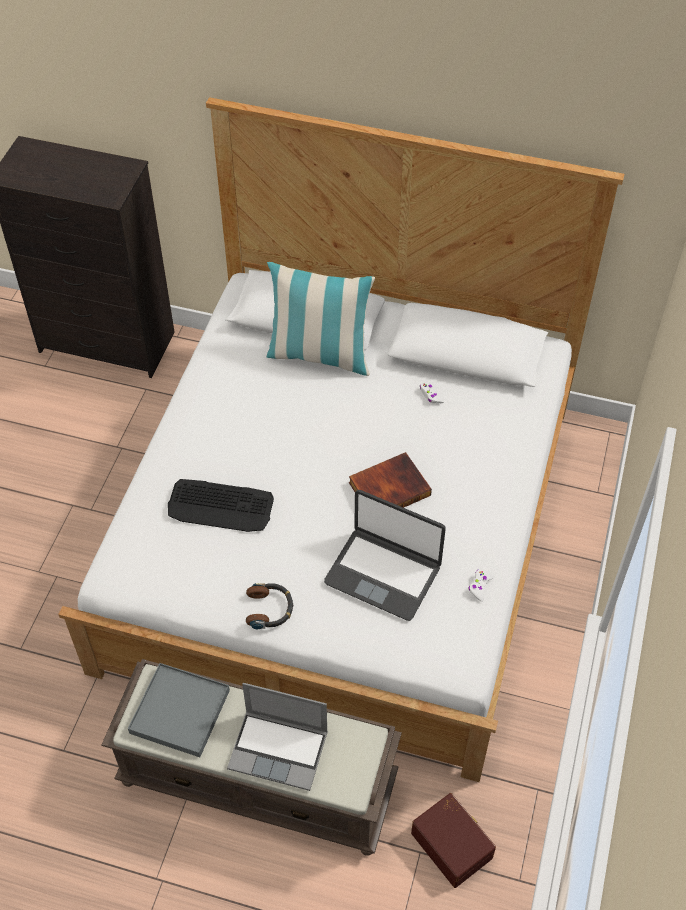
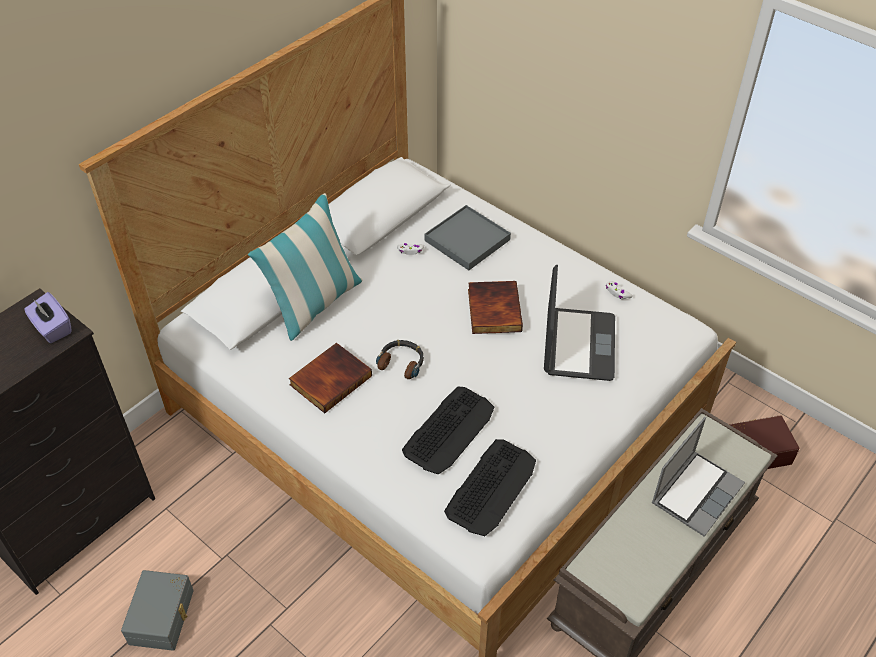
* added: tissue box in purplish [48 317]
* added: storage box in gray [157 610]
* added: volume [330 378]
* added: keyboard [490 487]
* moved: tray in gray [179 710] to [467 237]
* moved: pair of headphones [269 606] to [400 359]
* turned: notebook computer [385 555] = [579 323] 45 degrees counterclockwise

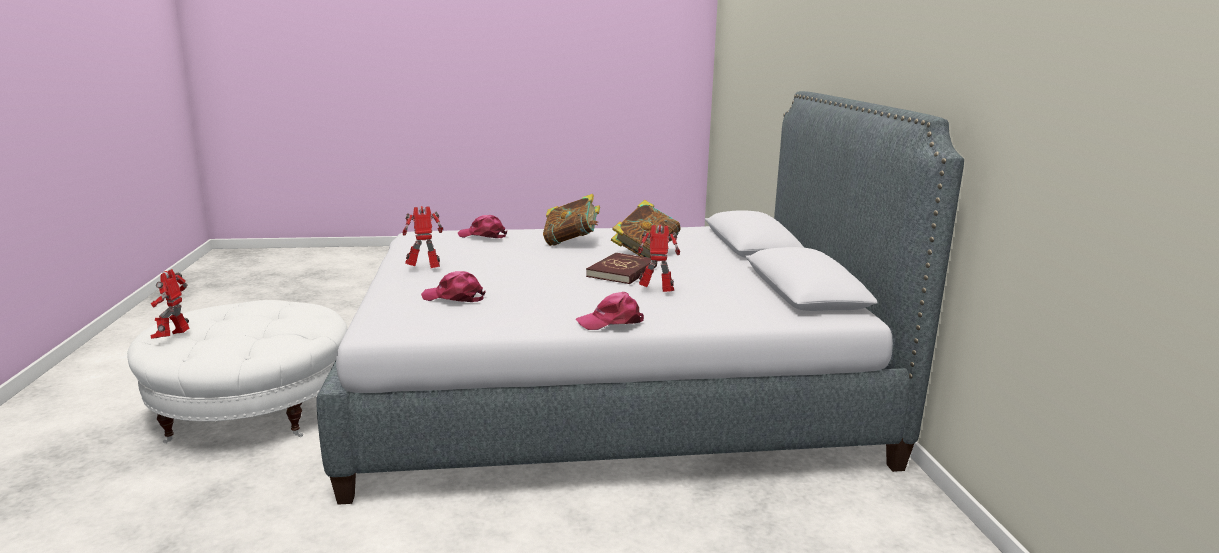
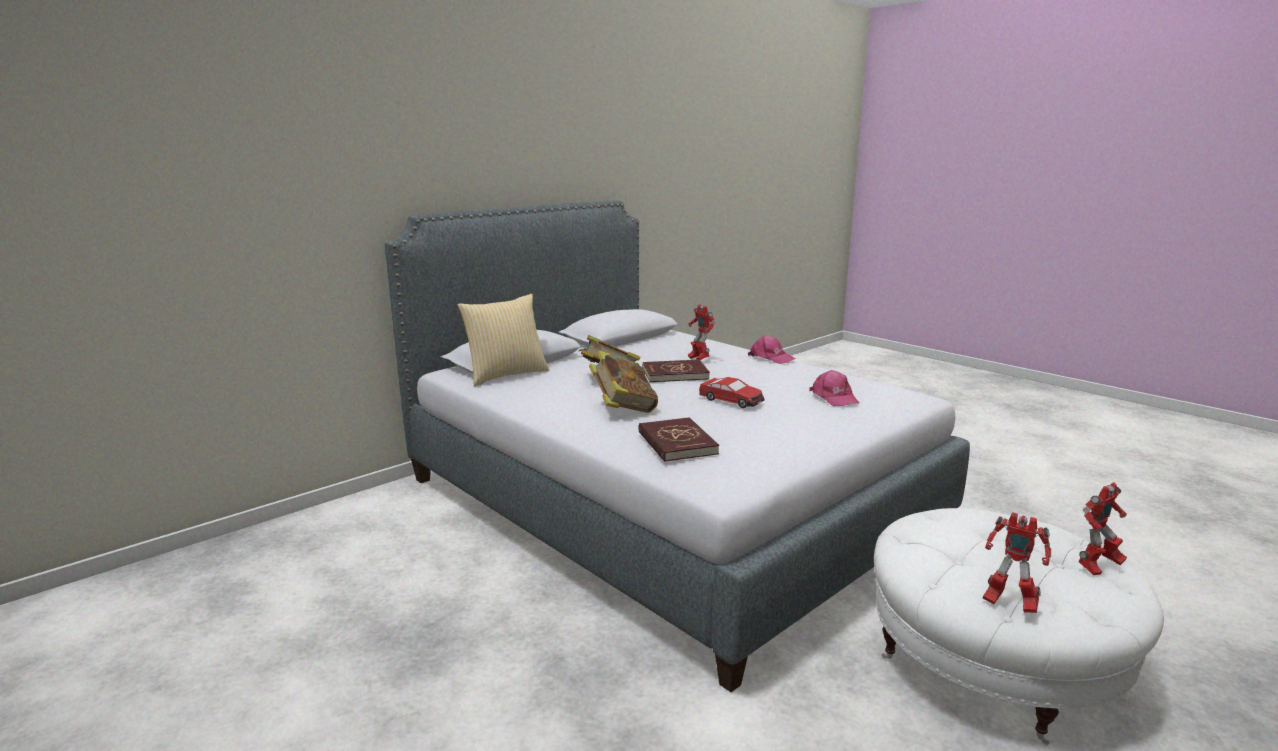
* added: cushion [503 340]
* added: miniature car [731 392]
* moved: robot figure [423 237] to [1017 562]
* replaced: baseball cap in pink [482 226] to volume in red-coloured [678 439]

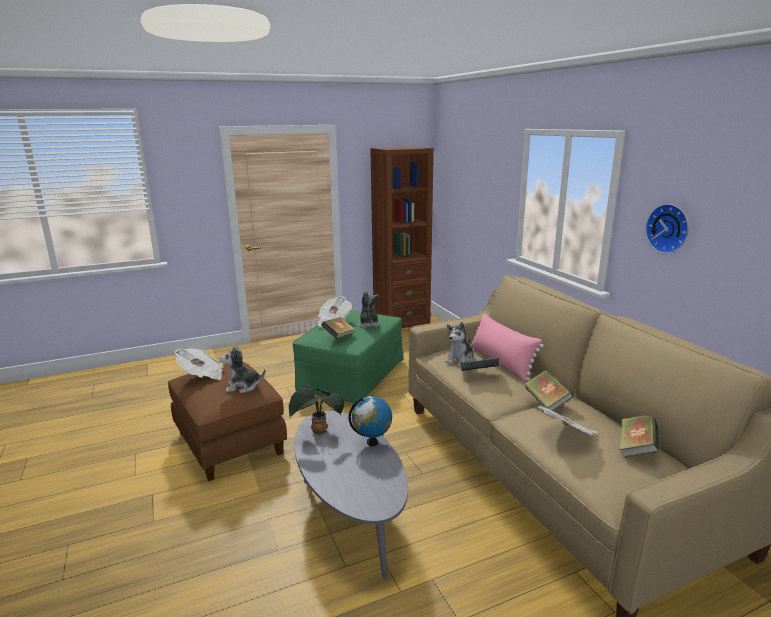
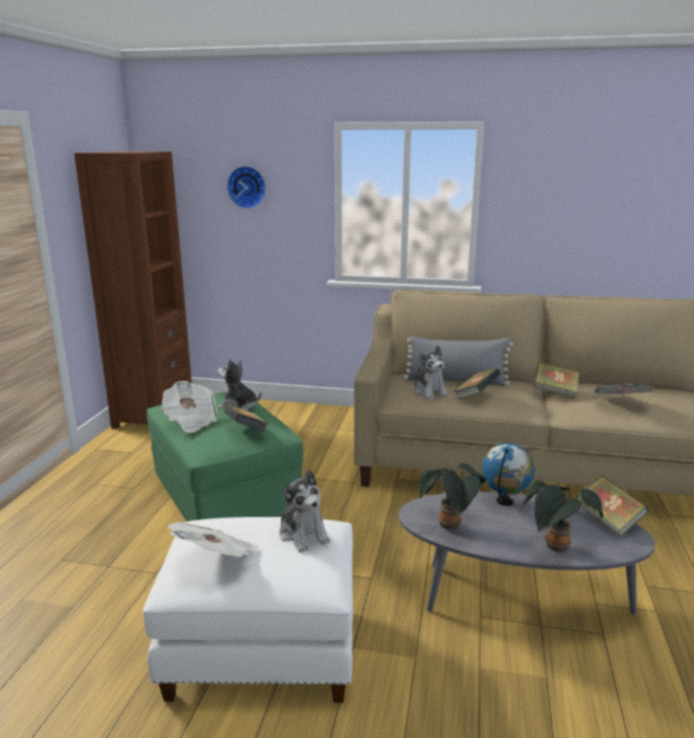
* added: potted plant [563 516]
* moved: volume [639 436] to [613 506]
* moved: hanging clock [667 229] to [246 187]
* recoloured: footrest in brownish [227 421] to footrest in white [248 610]
* recoloured: cushion in pink [507 347] to cushion in gray [458 360]
* turned: soft toy [242 369] = [305 511] 60 degrees counterclockwise

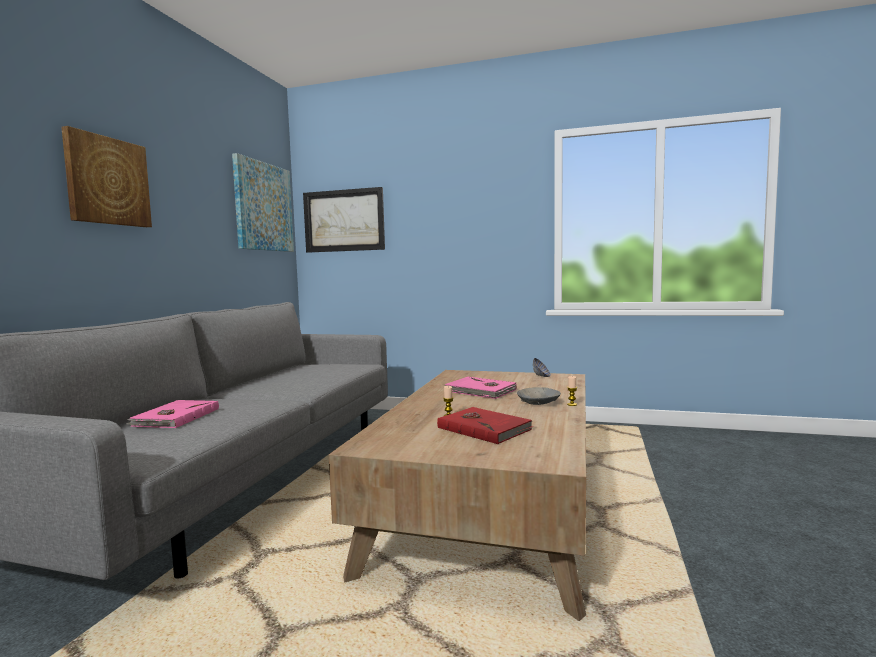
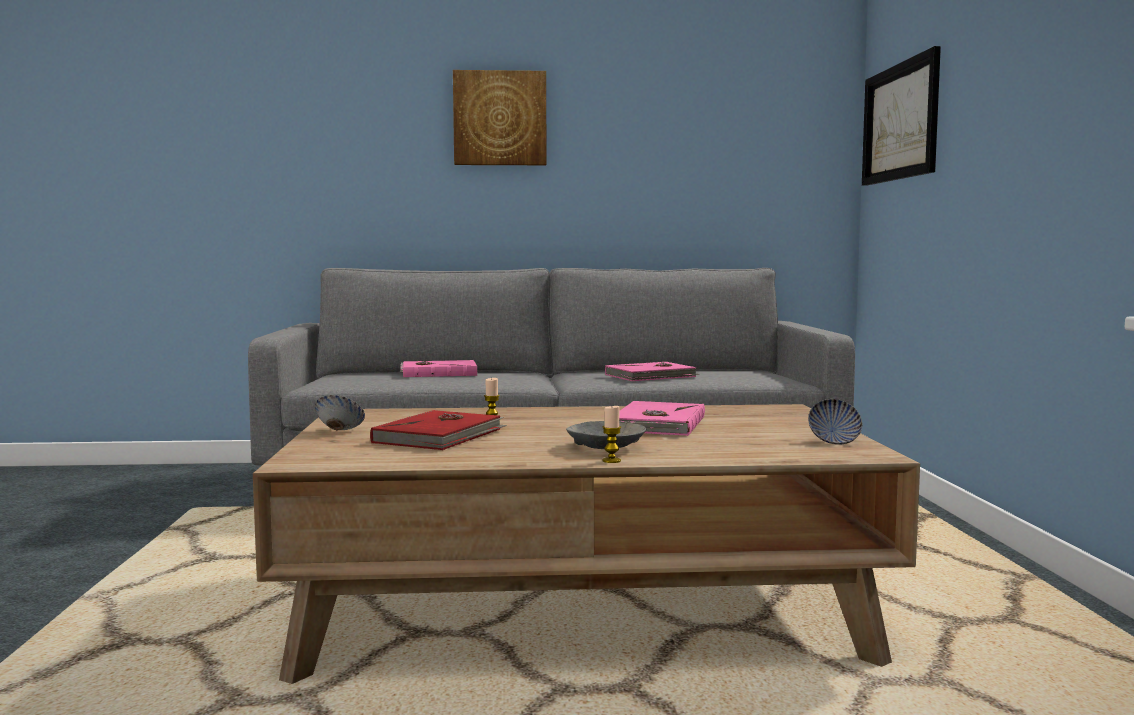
* removed: picture [263 202]
* added: bowl [340 412]
* added: volume in pink [652 371]

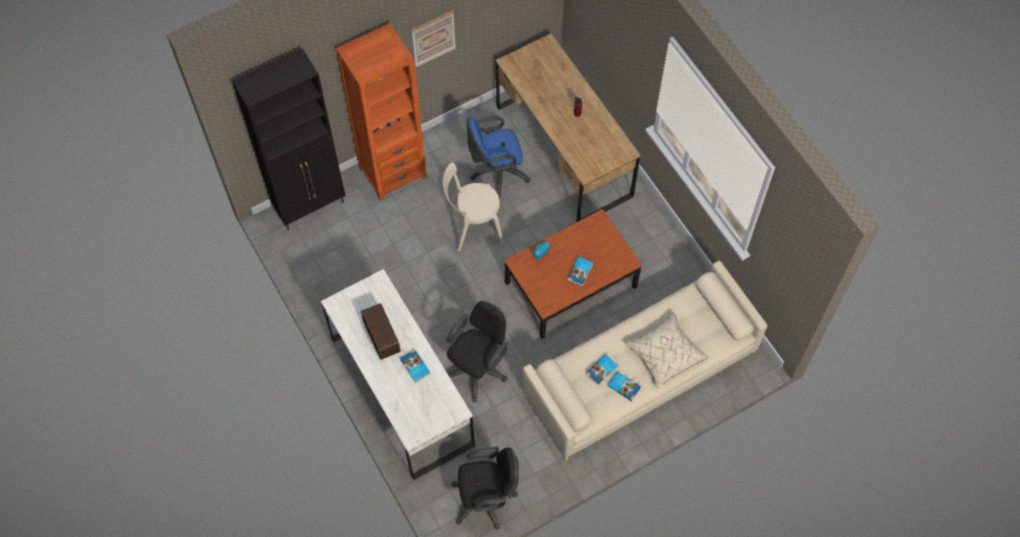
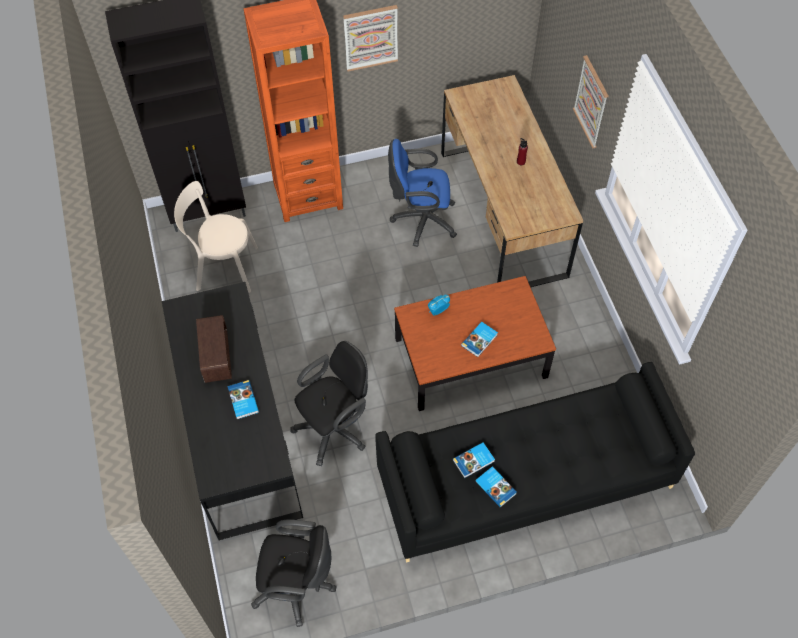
* removed: cushion in beige [667 351]
* added: picture [591 101]
* moved: plain chair in beige [473 207] to [216 237]
* recoloured: desk unit in white [398 374] to desk unit in black-coloured [232 411]
* recoloured: couch in beige [644 360] to couch in black-coloured [535 462]

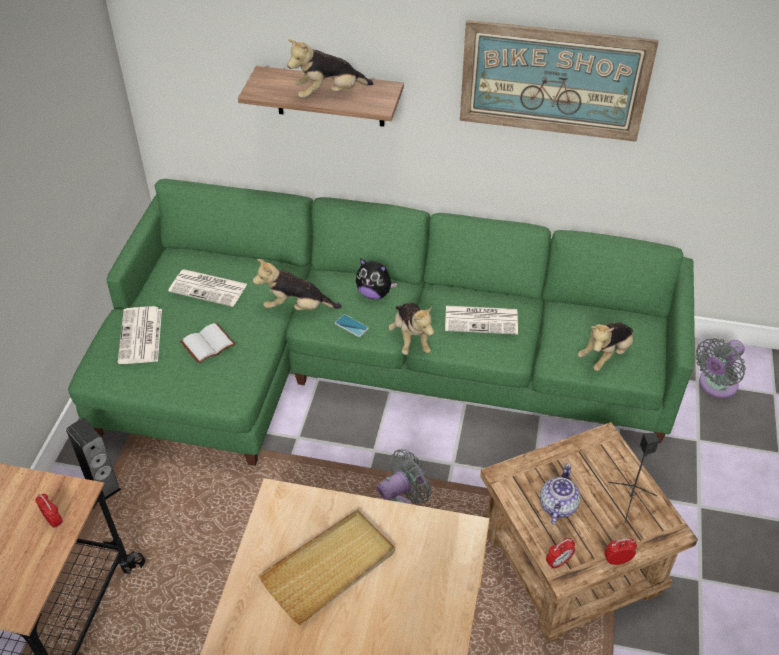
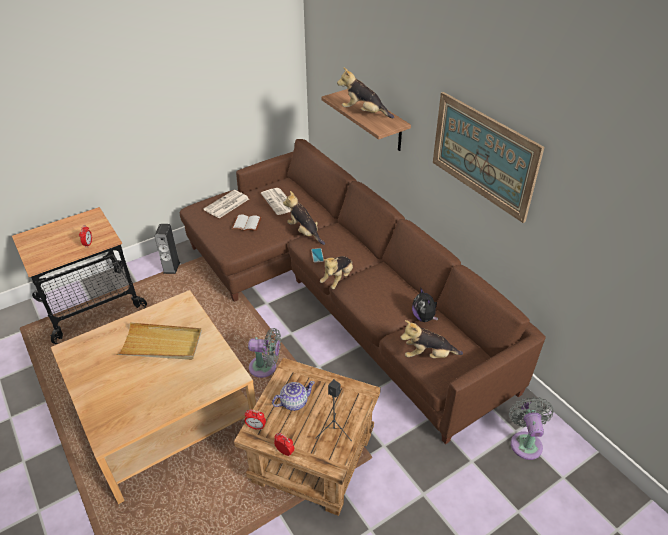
* removed: newspaper [481 320]
* moved: soft toy [377 278] to [425 304]
* recoloured: couch in green [381 322] to couch in brownish [363 291]
* turned: fan in gray [720 368] = [531 428] 90 degrees clockwise

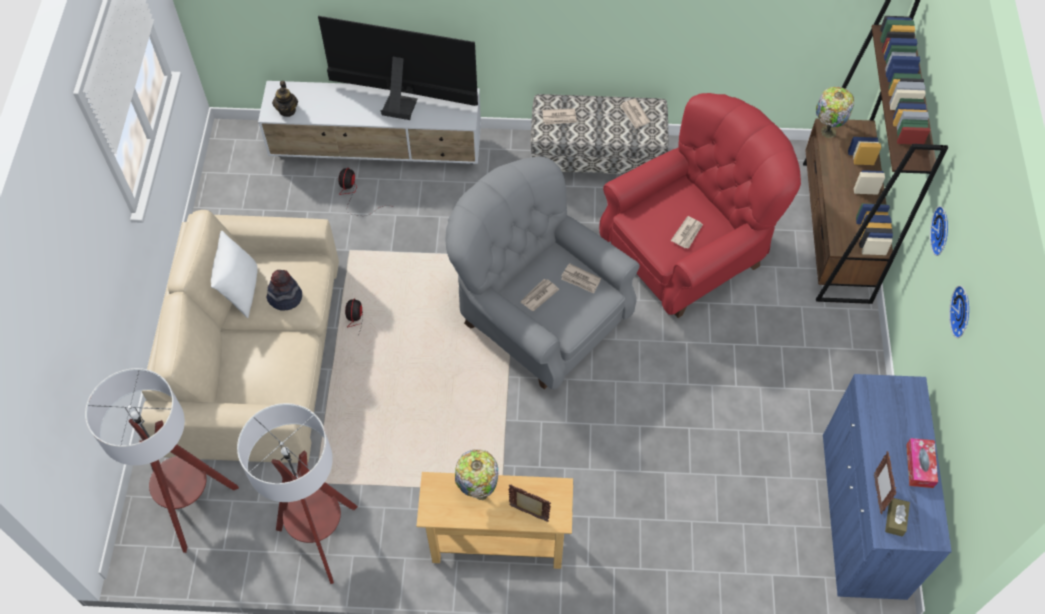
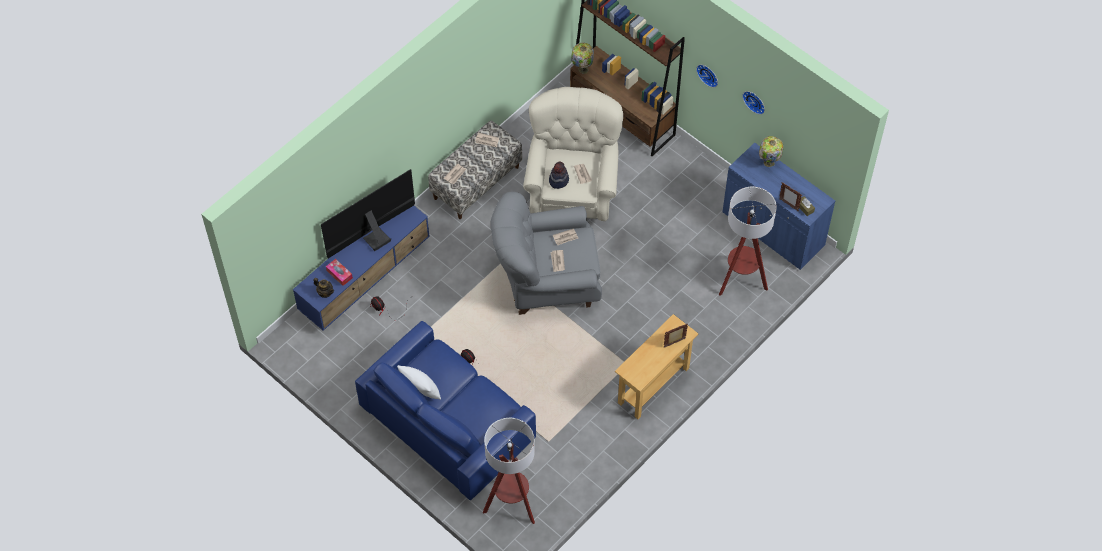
* moved: floor lamp [297 493] to [748 241]
* moved: clothing hat [284 290] to [559 175]
* moved: table lamp [476 474] to [771 151]
* moved: tissue box [922 463] to [339 272]
* recoloured: couch in beige [240 336] to couch in blue [445 410]
* recoloured: tv unit in white [369 122] to tv unit in blue [361 268]
* recoloured: armchair in red-coloured [700 205] to armchair in beige [573 154]

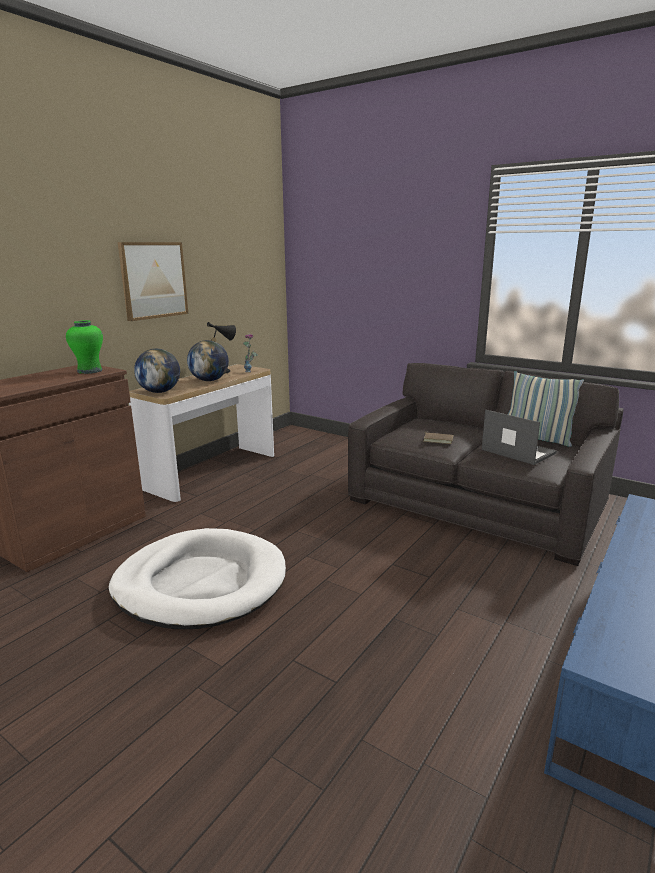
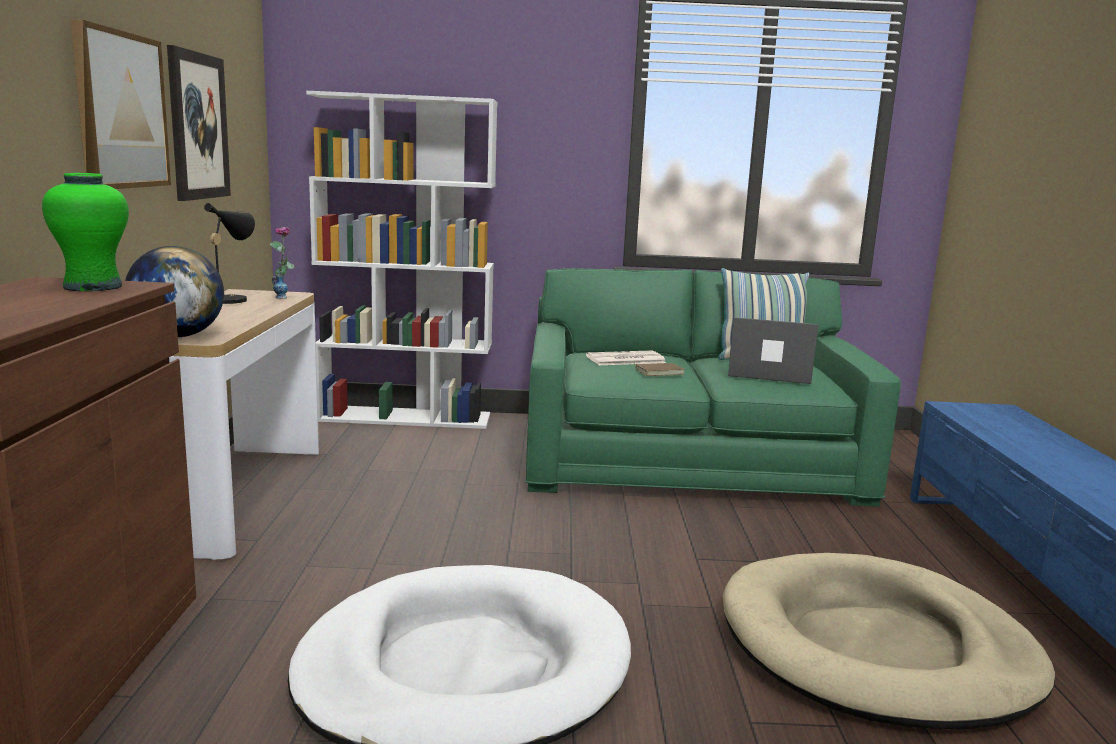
* removed: globe [208 360]
* added: picture [199 123]
* added: bookshelf in white [401 260]
* added: newspaper [626 357]
* added: pet bed in beige [889 641]
* recoloured: couch in gray [486 464] to couch in green [713 387]

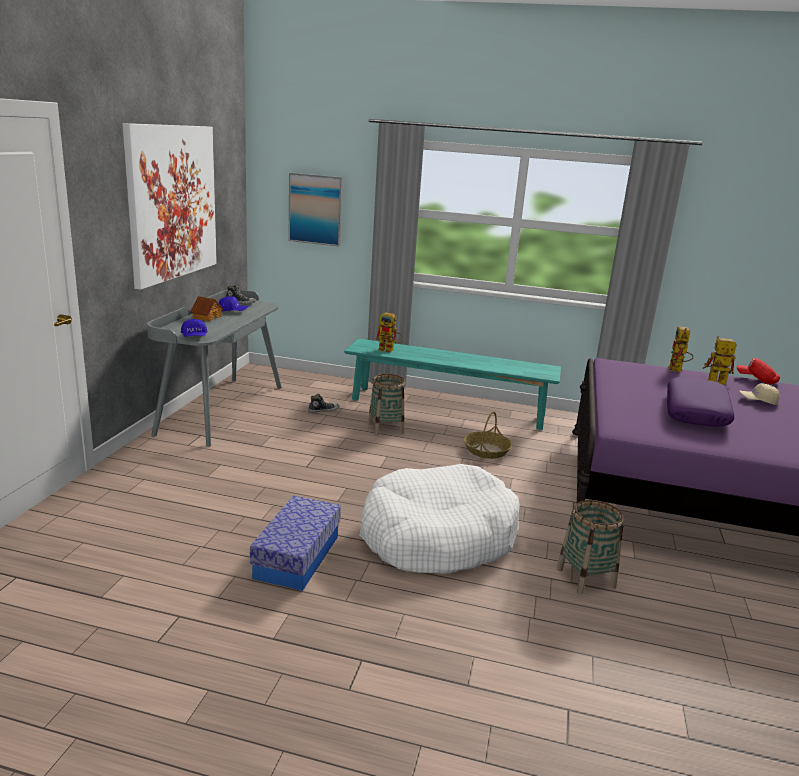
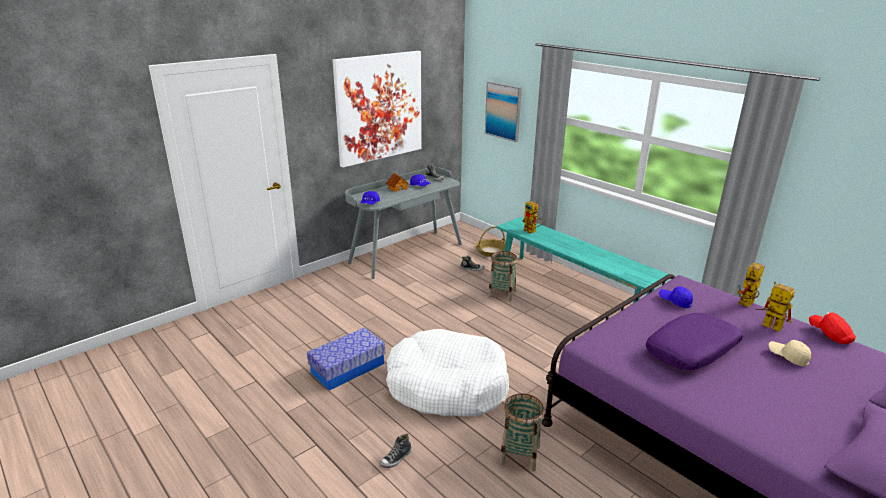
* added: low shoe [395 451]
* added: baseball cap in blue [676 297]
* moved: storage basket [488 435] to [491 241]

